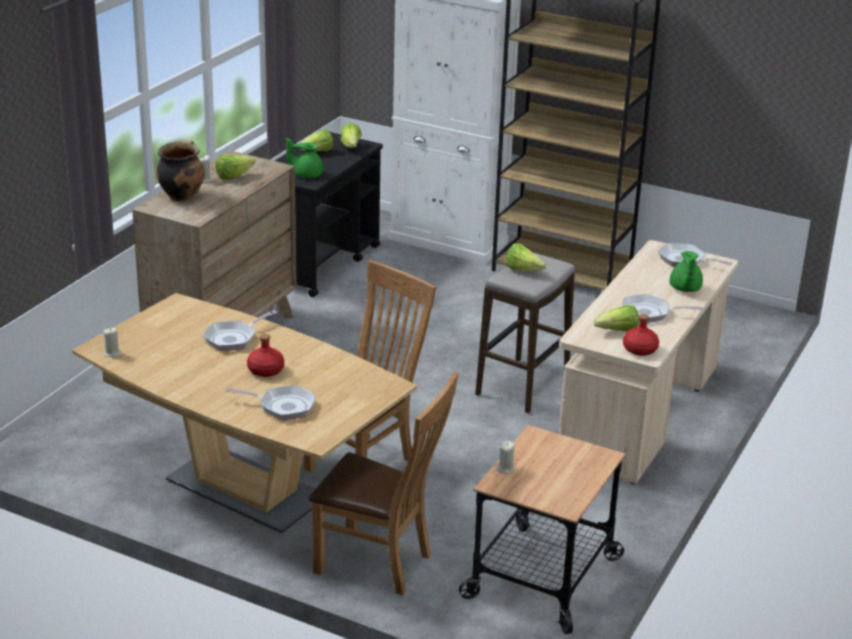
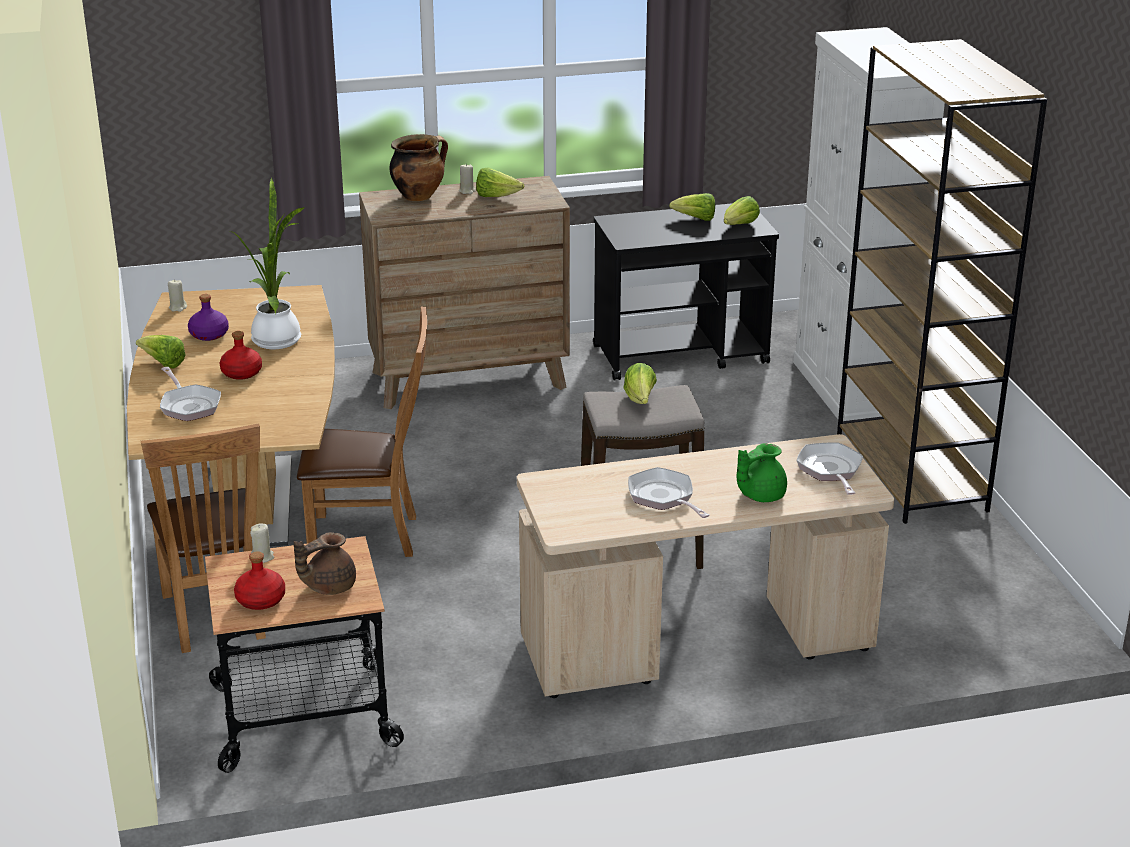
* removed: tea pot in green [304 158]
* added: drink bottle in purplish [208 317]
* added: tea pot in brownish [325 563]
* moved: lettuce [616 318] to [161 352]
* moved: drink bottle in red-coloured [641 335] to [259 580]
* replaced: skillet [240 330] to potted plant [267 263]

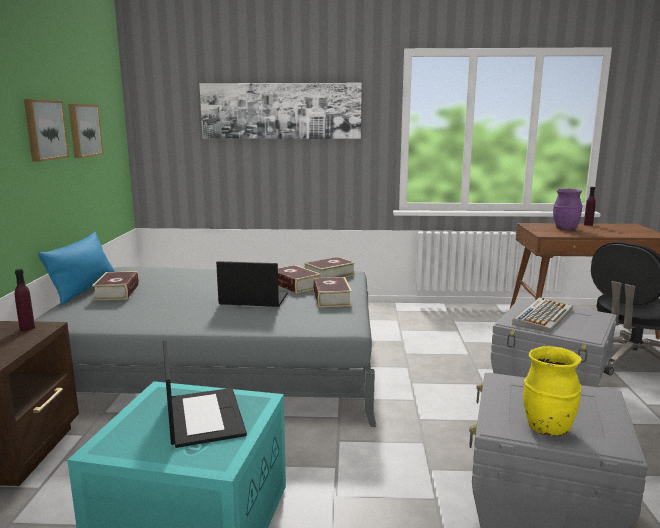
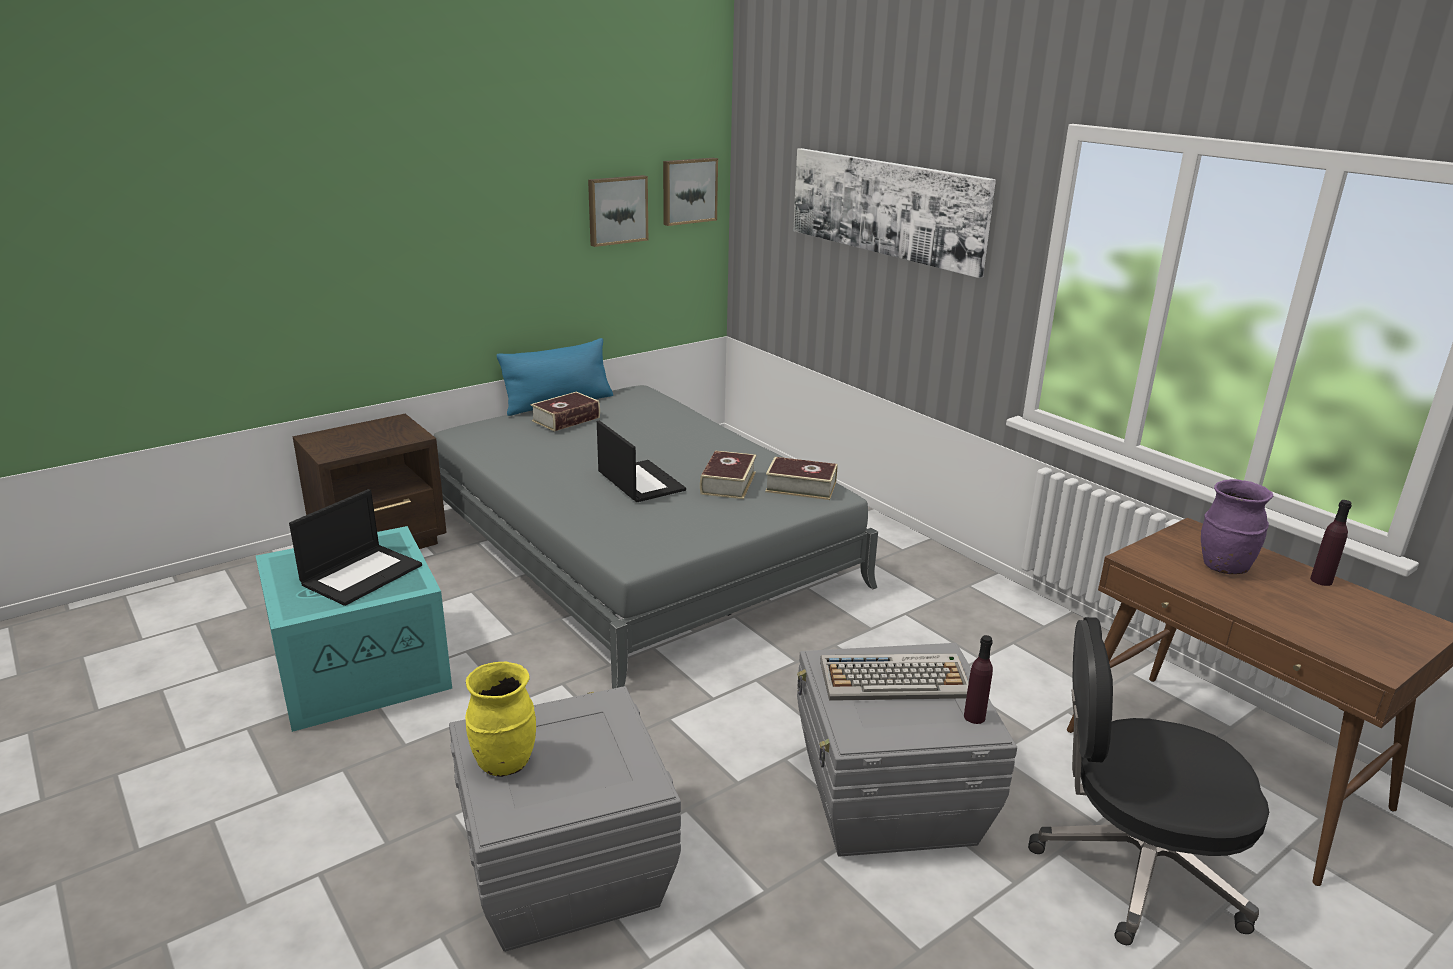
* removed: volume [332 292]
* moved: drink bottle in purplish [25 300] to [978 679]
* moved: picture [46 130] to [690 192]

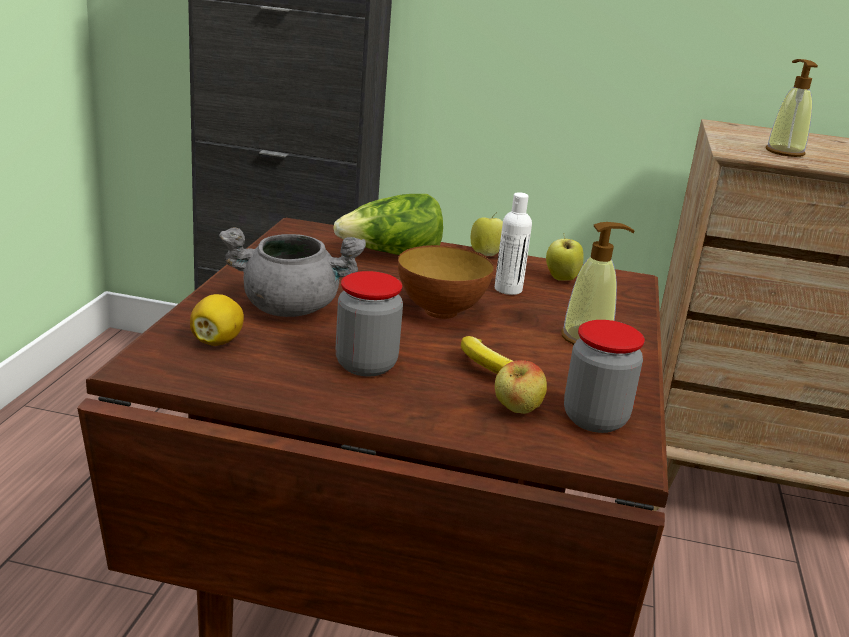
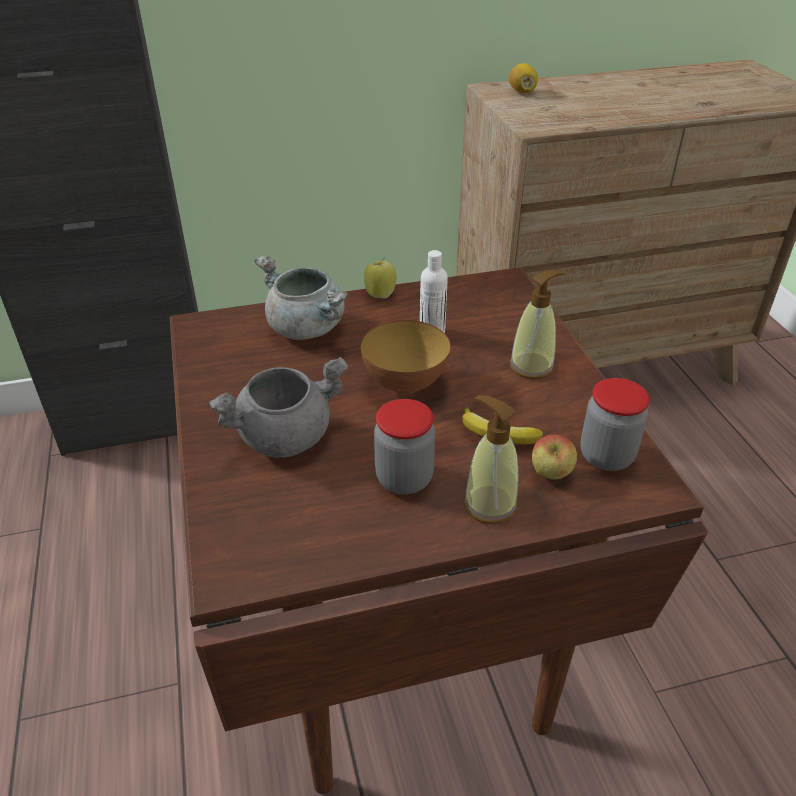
* removed: apple [564 258]
* moved: lemon [217 320] to [523 78]
* moved: soap bottle [792 108] to [491 459]
* replaced: lettuce [388 224] to stockpot in gray [301 298]

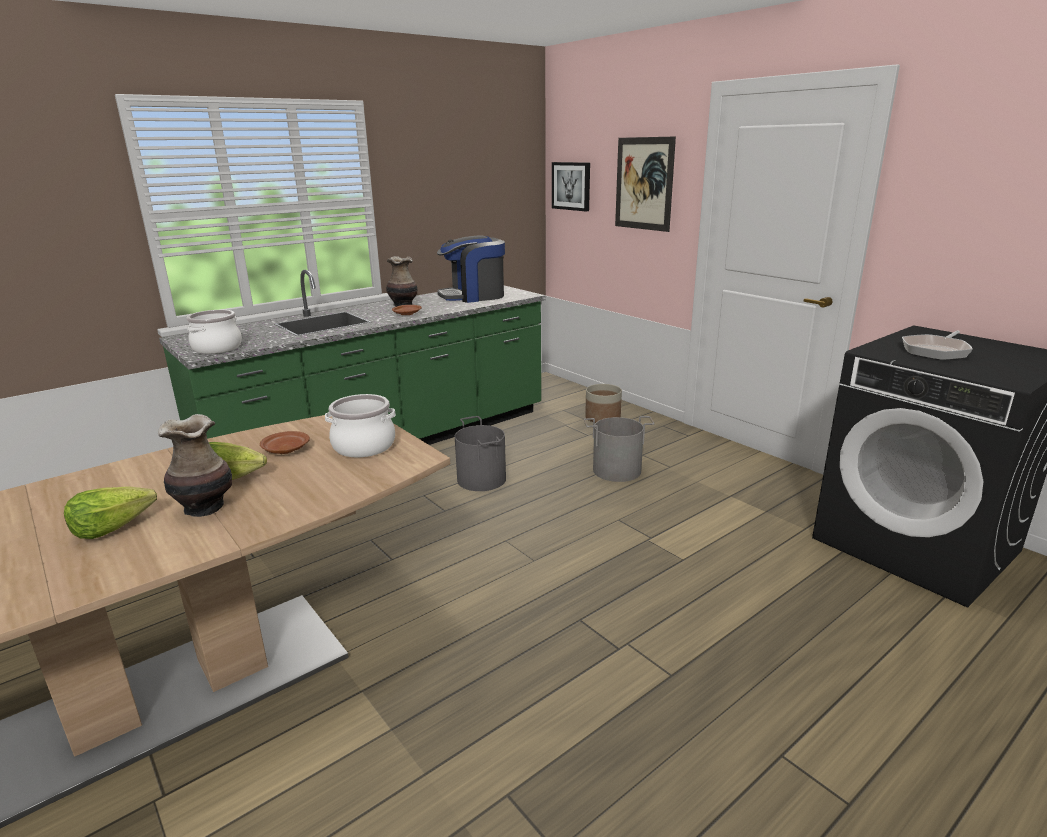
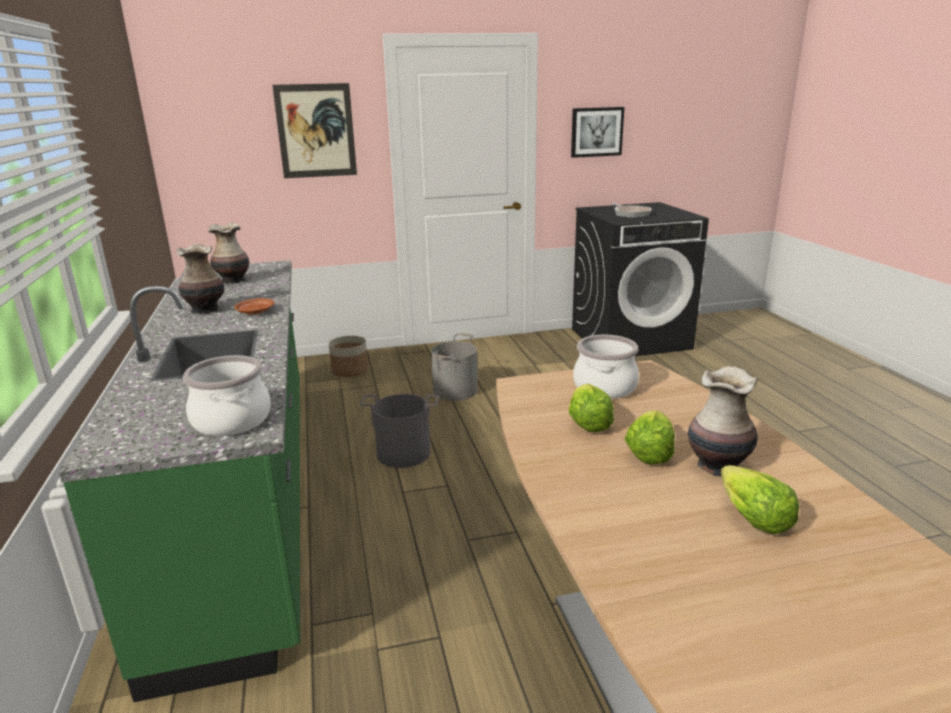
* moved: picture [571 186] to [597 132]
* replaced: flat dish in brownish [285 442] to lettuce [591 408]
* replaced: coffee brewer [471 269] to vase [228 253]

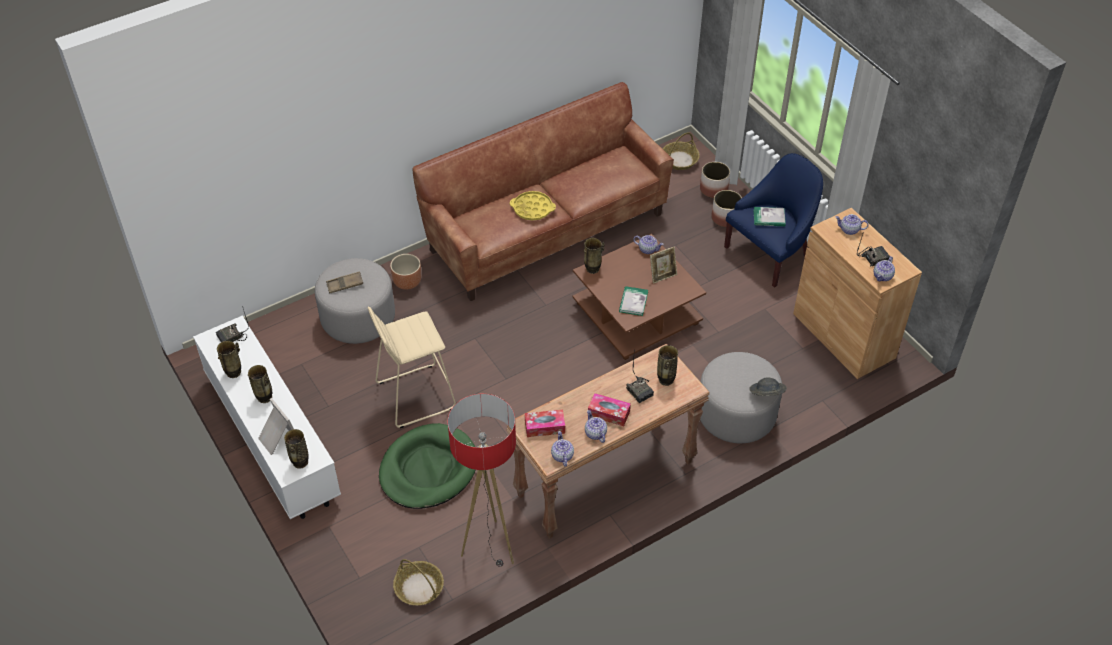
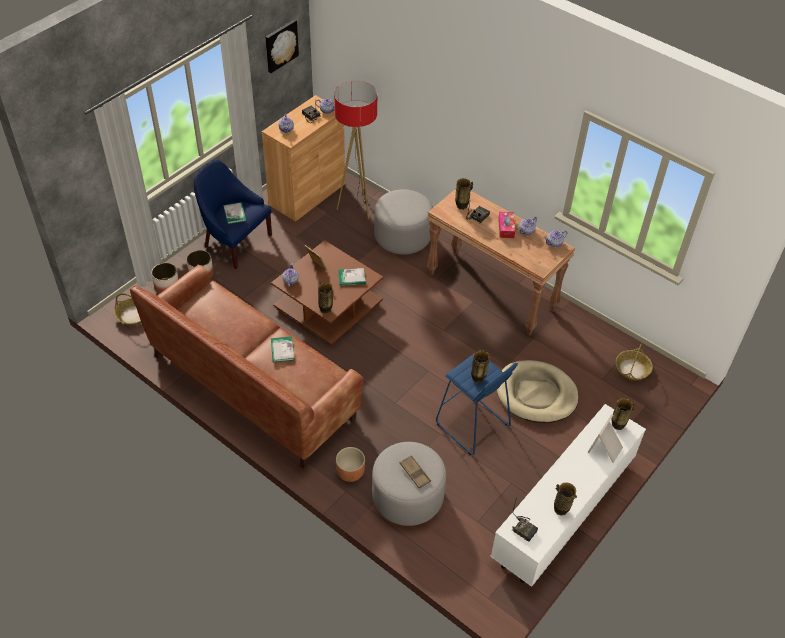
* removed: tissue box [545 423]
* removed: clothing hat in gray [768 386]
* added: picture [282 46]
* moved: vase [260 384] to [480 366]
* moved: floor lamp [482 480] to [355 150]
* replaced: tray in yellowish [533 205] to volume [283 349]
* recoloured: stool seat in beige [412 367] to stool seat in blue [477 404]
* recoloured: pet bed in green [427 466] to pet bed in beige [538 391]

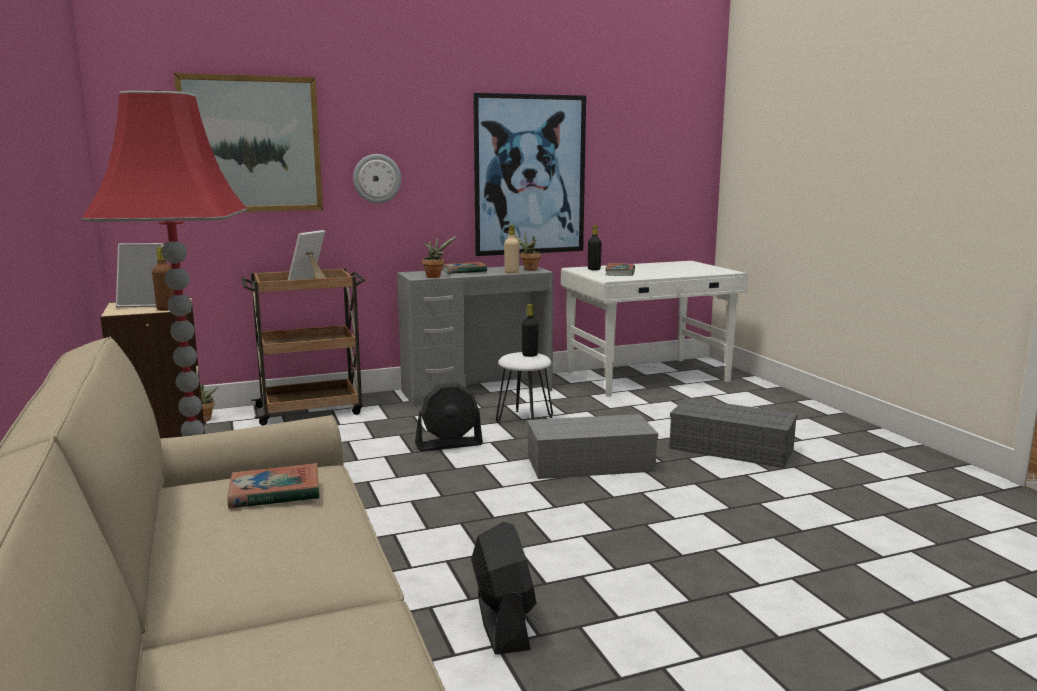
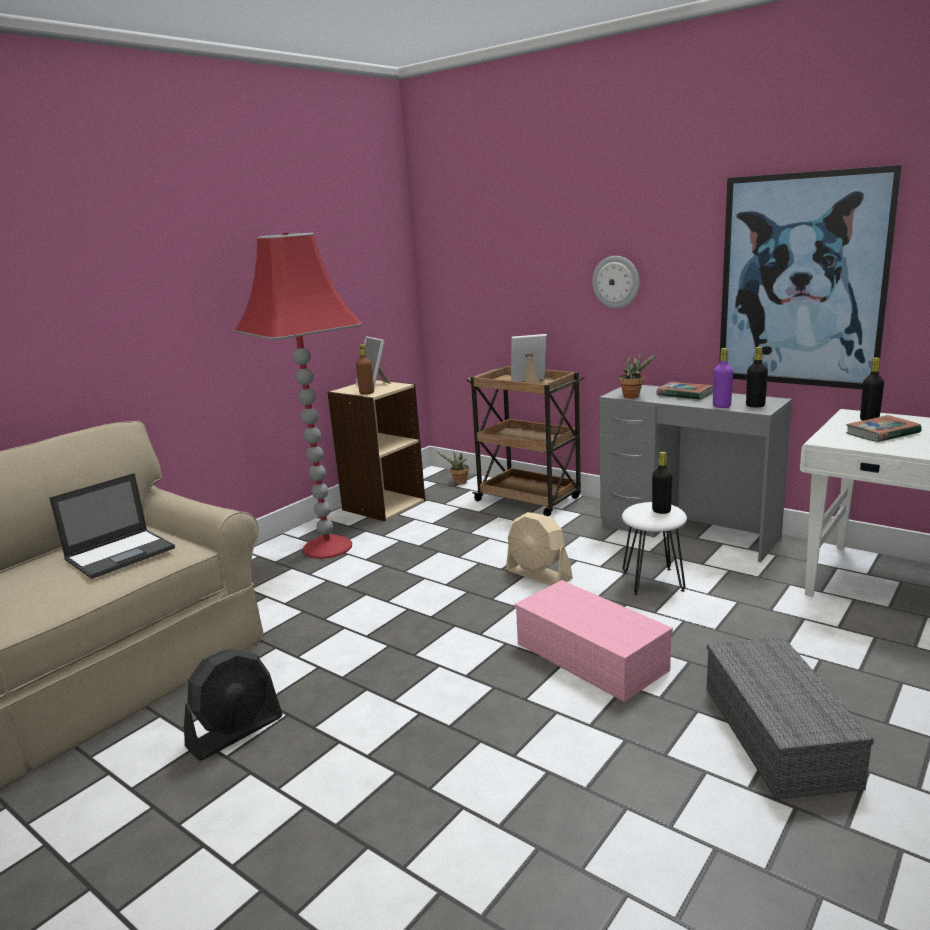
* removed: picture [248 142]
* replaced: volume [273 486] to notebook computer [112 526]
* replaced: potted plant [524 251] to drink bottle in black-coloured [757 377]
* recoloured: fan in black-coloured [449 416] to fan in beige [539 548]
* recoloured: drink bottle in beige [512 249] to drink bottle in purplish [723 378]
* recoloured: storage box in gray [592 446] to storage box in pink [594 641]

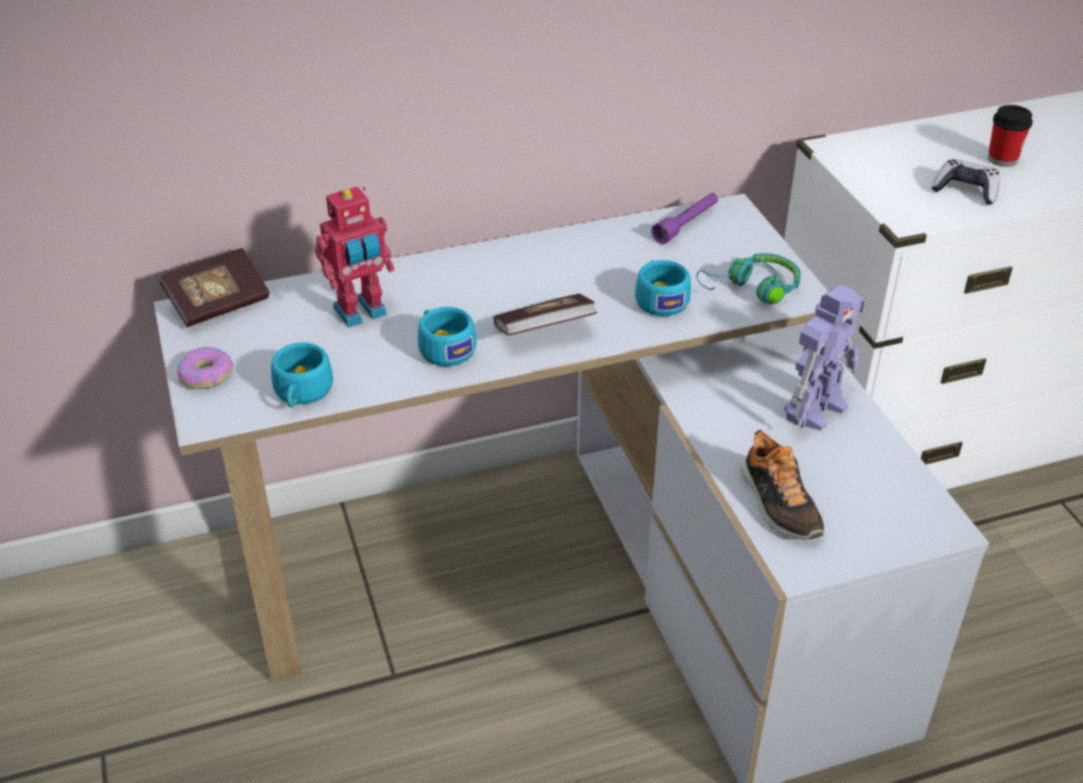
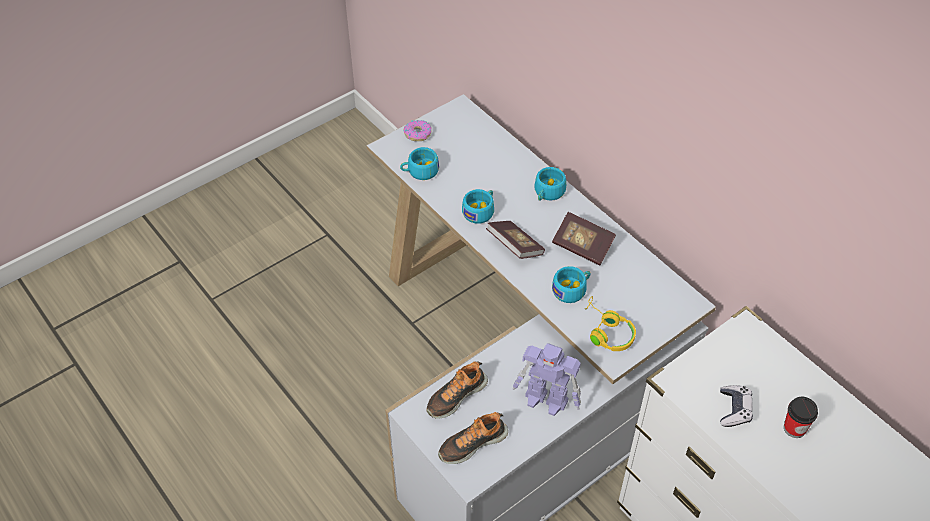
* removed: robot figure [354 257]
* removed: flashlight in purplish [684 218]
* added: low shoe [473 438]
* added: cup in turquoise [550 184]
* moved: volume [215 287] to [584 239]
* recoloured: pair of headphones in turquoise [749 278] to pair of headphones in yellowish [610 323]

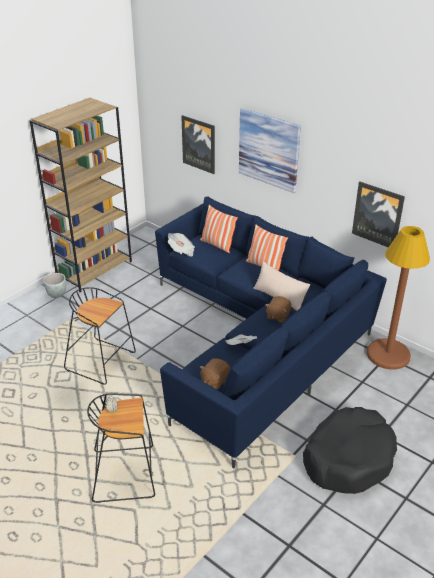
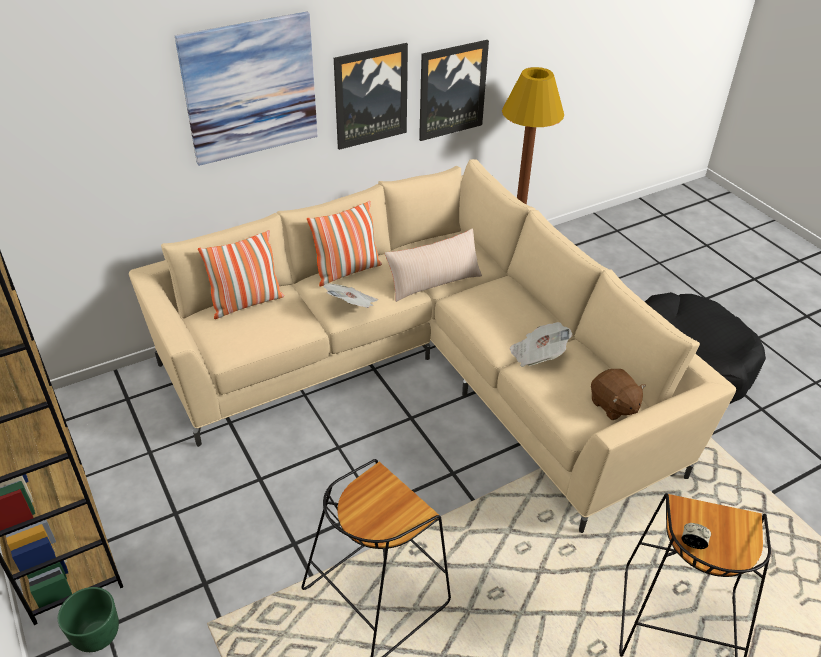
* removed: soft toy in brownish [278 309]
* moved: newspaper [181 245] to [350 295]
* moved: picture [198 144] to [371 96]
* recoloured: flower pot in gray [54 285] to flower pot in green [88 619]
* recoloured: couch in blue [271 332] to couch in beige [432 346]

